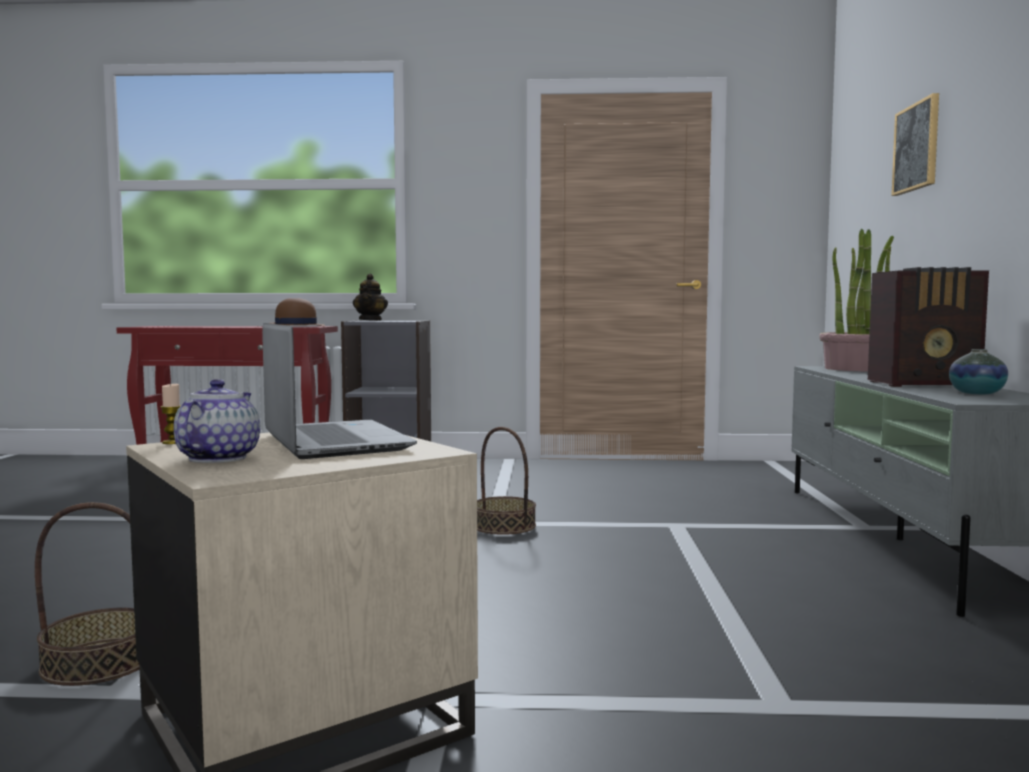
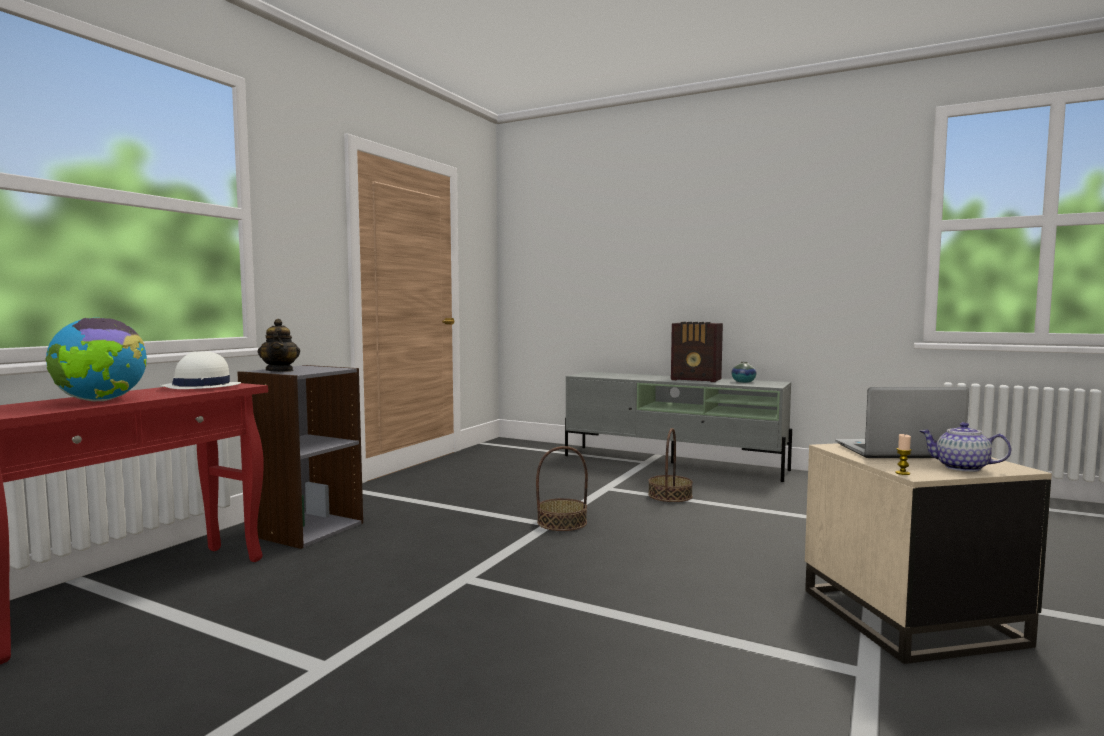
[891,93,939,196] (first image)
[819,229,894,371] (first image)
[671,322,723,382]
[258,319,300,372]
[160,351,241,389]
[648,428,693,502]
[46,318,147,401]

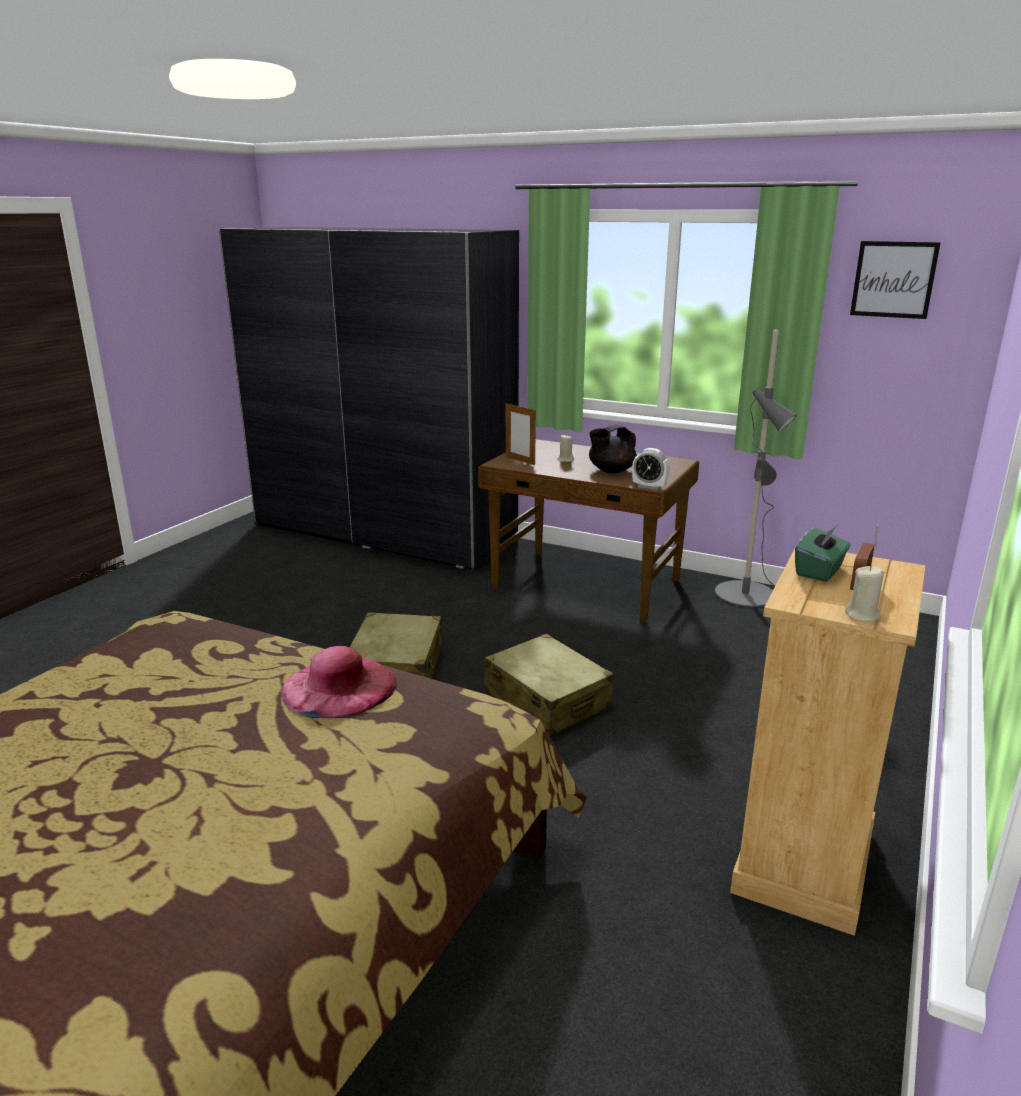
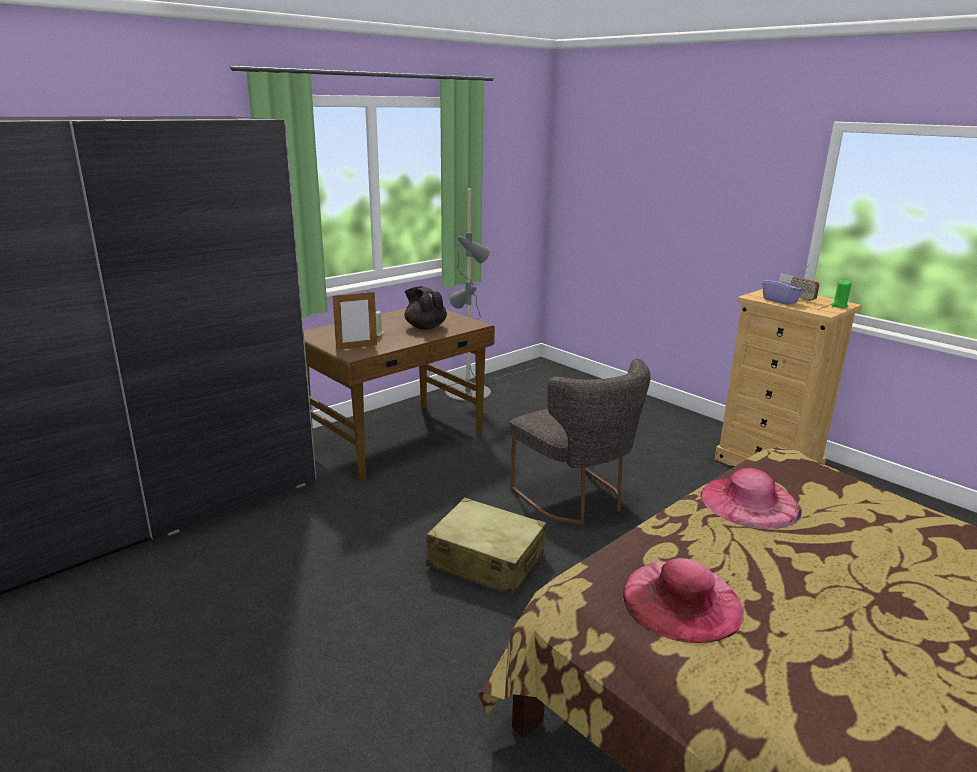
[850,241,941,319] (first image)
[405,286,447,330]
[632,448,670,490] (first image)
[762,273,804,305]
[831,280,851,308]
[510,359,651,525]
[623,558,744,643]

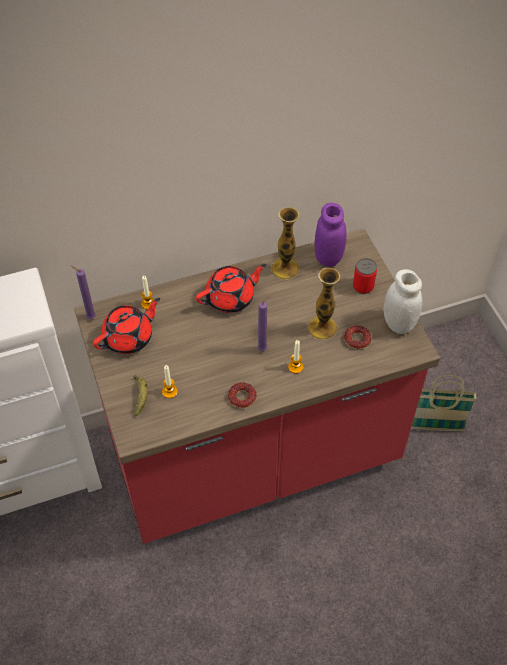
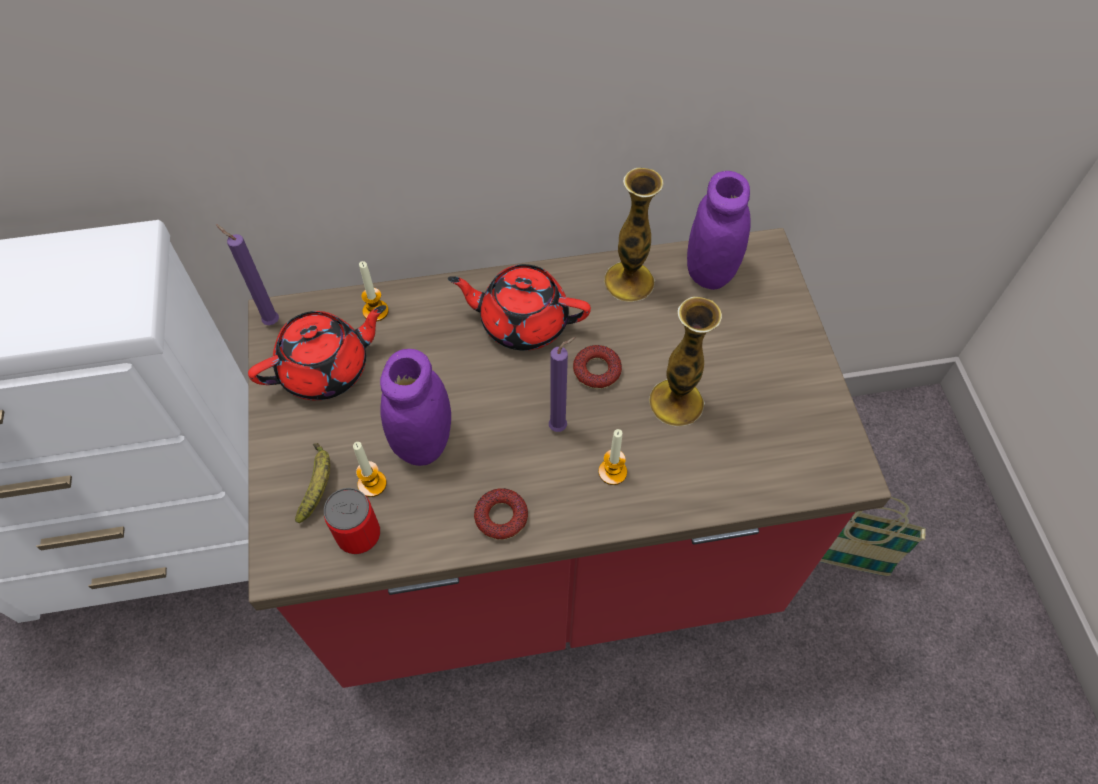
[324,488,380,554]
[448,264,591,351]
[384,269,423,334] (first image)
[573,345,622,389]
[380,349,451,466]

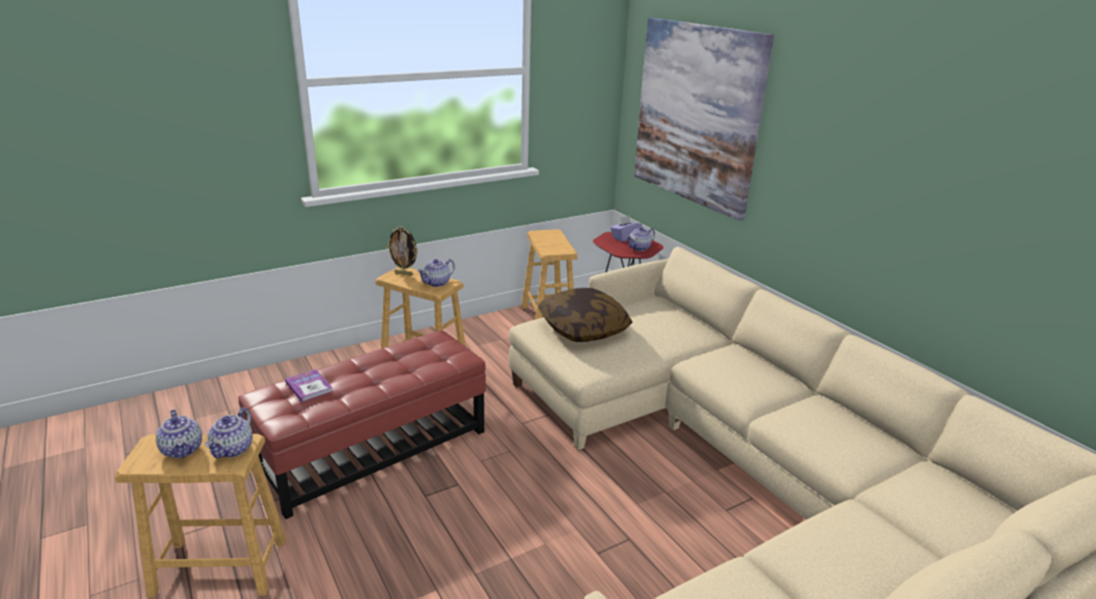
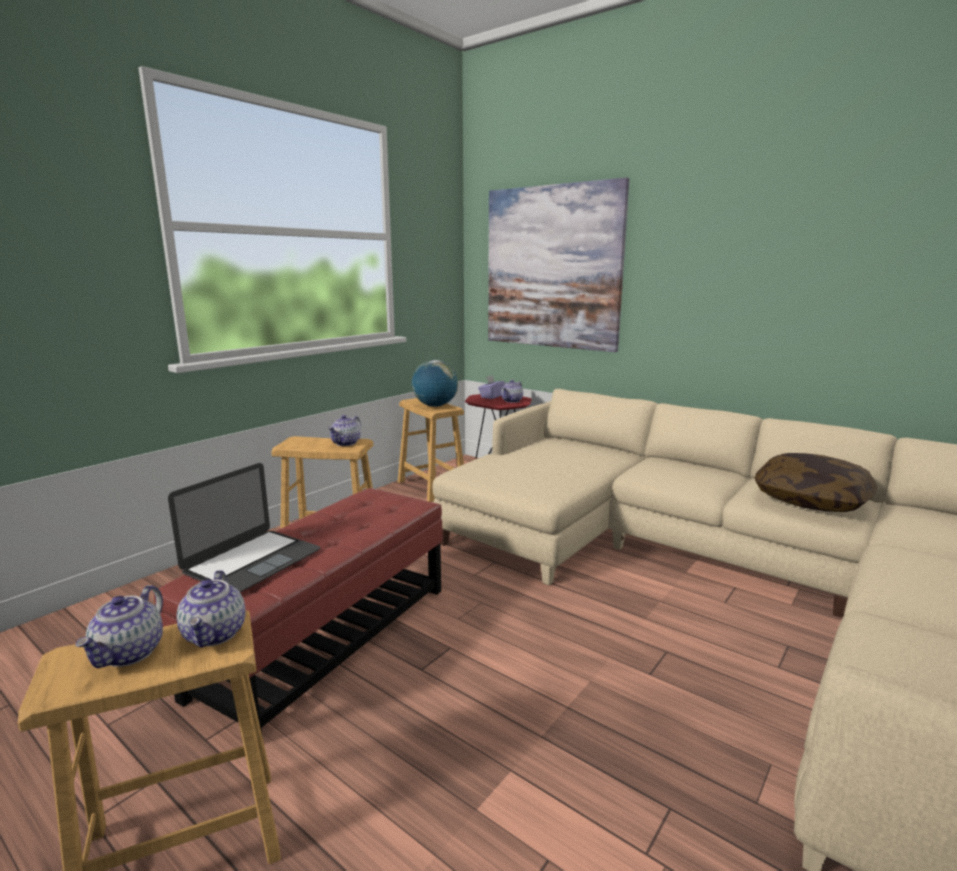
[386,226,418,276] (first image)
[755,453,877,512]
[168,463,320,592]
[76,585,163,668]
[412,360,458,407]

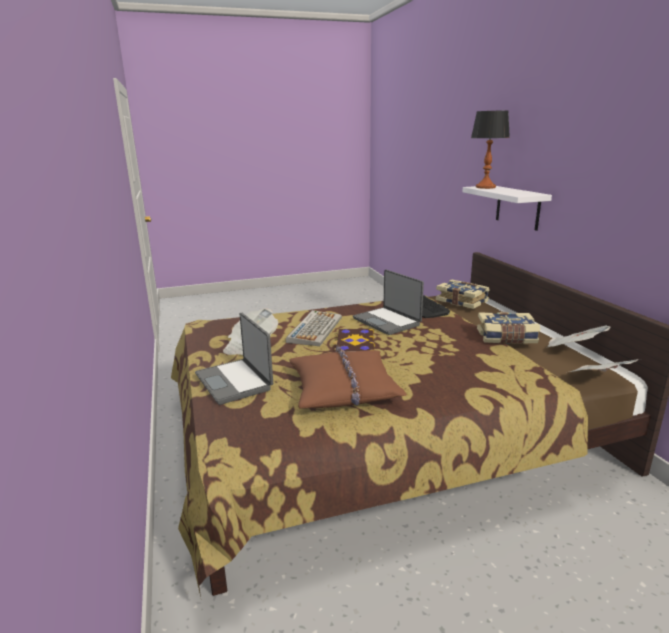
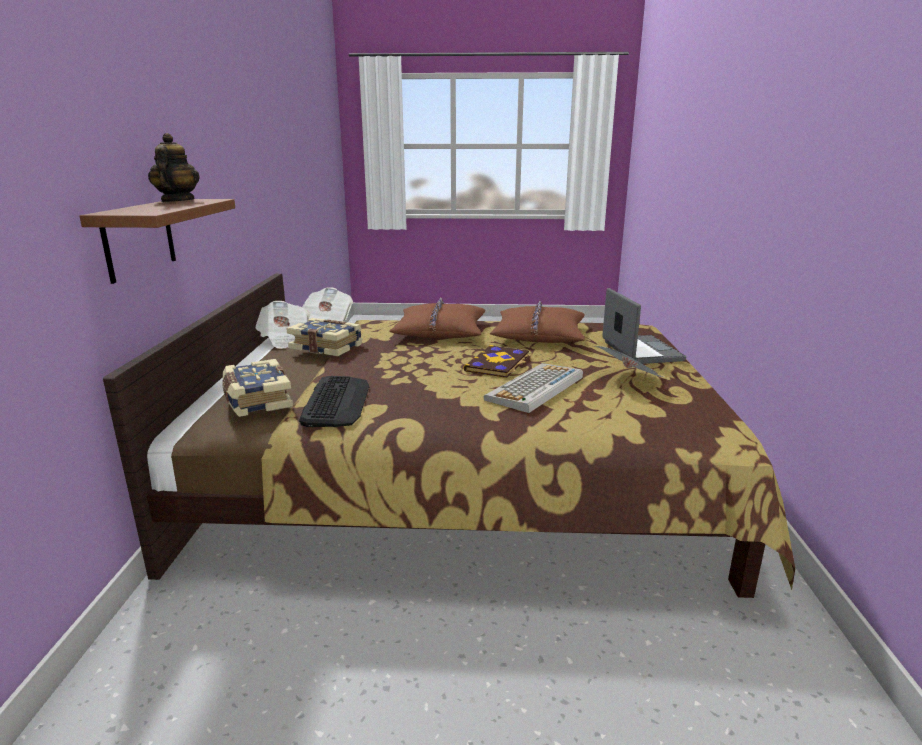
[471,111,510,189] (first image)
[79,199,235,284]
[353,270,424,335] (first image)
[148,133,200,202]
[389,297,485,338]

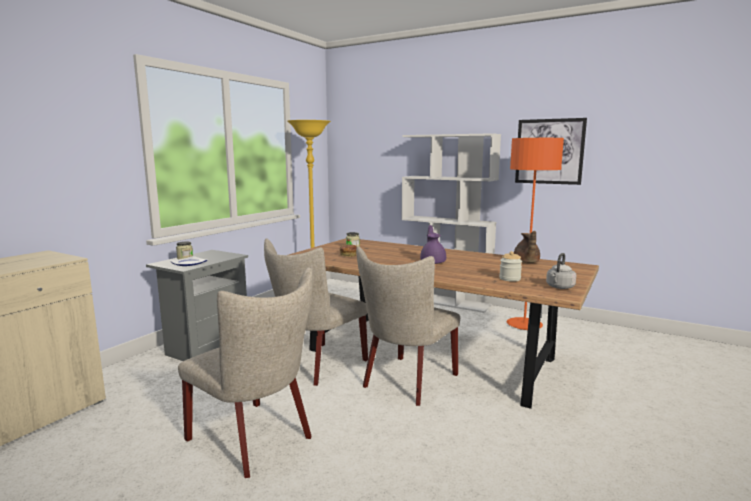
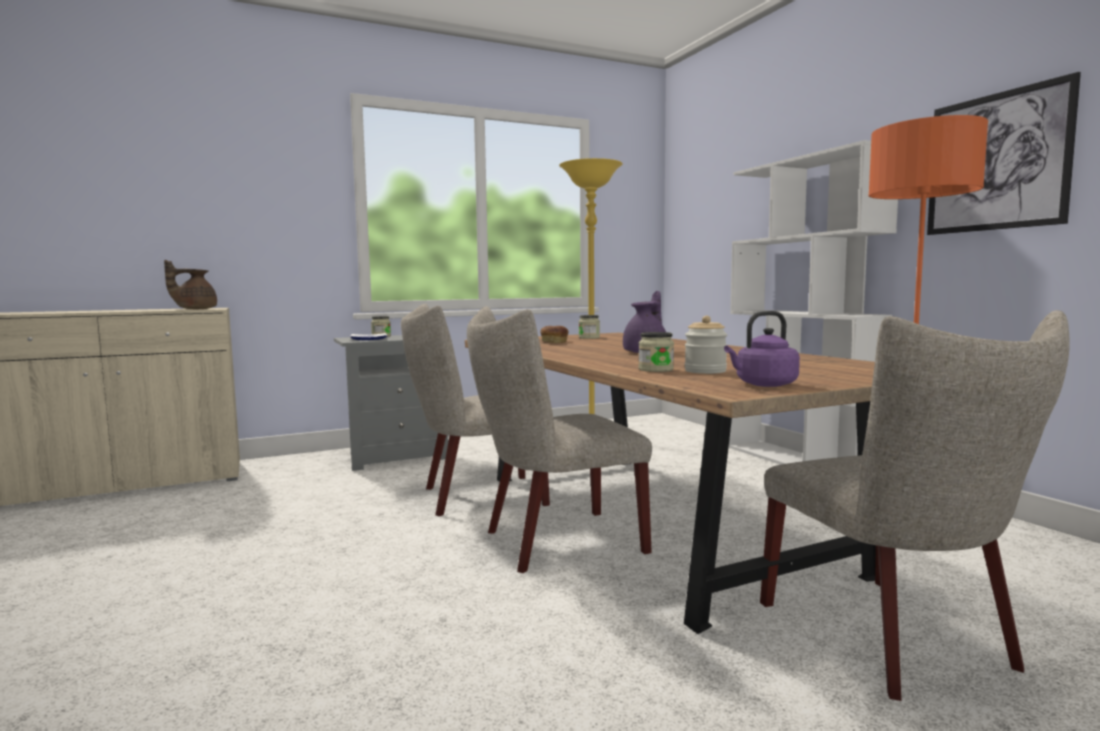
[164,260,217,309]
[724,311,800,387]
[760,310,1070,701]
[639,332,674,372]

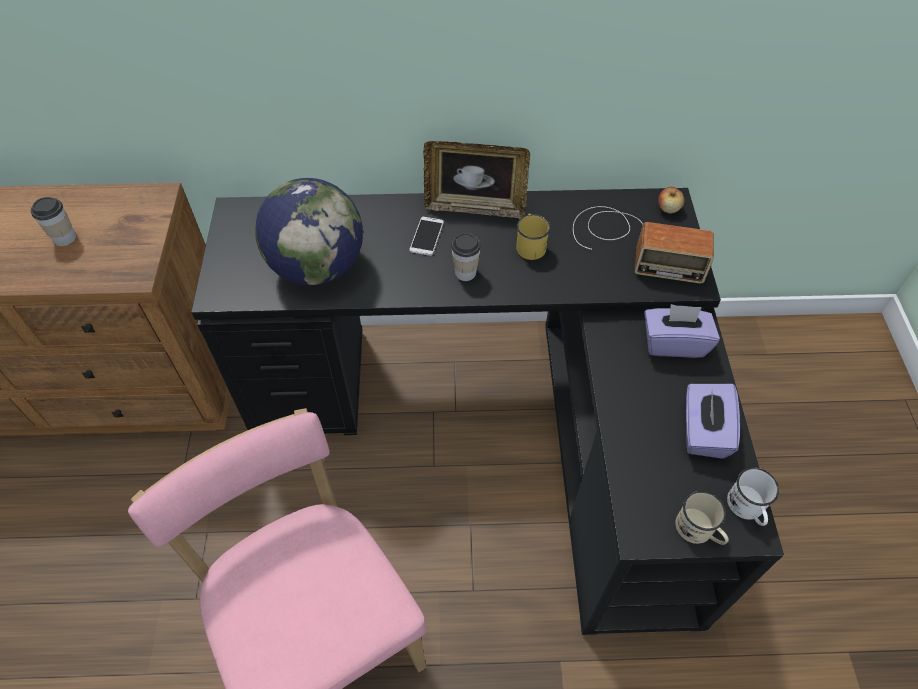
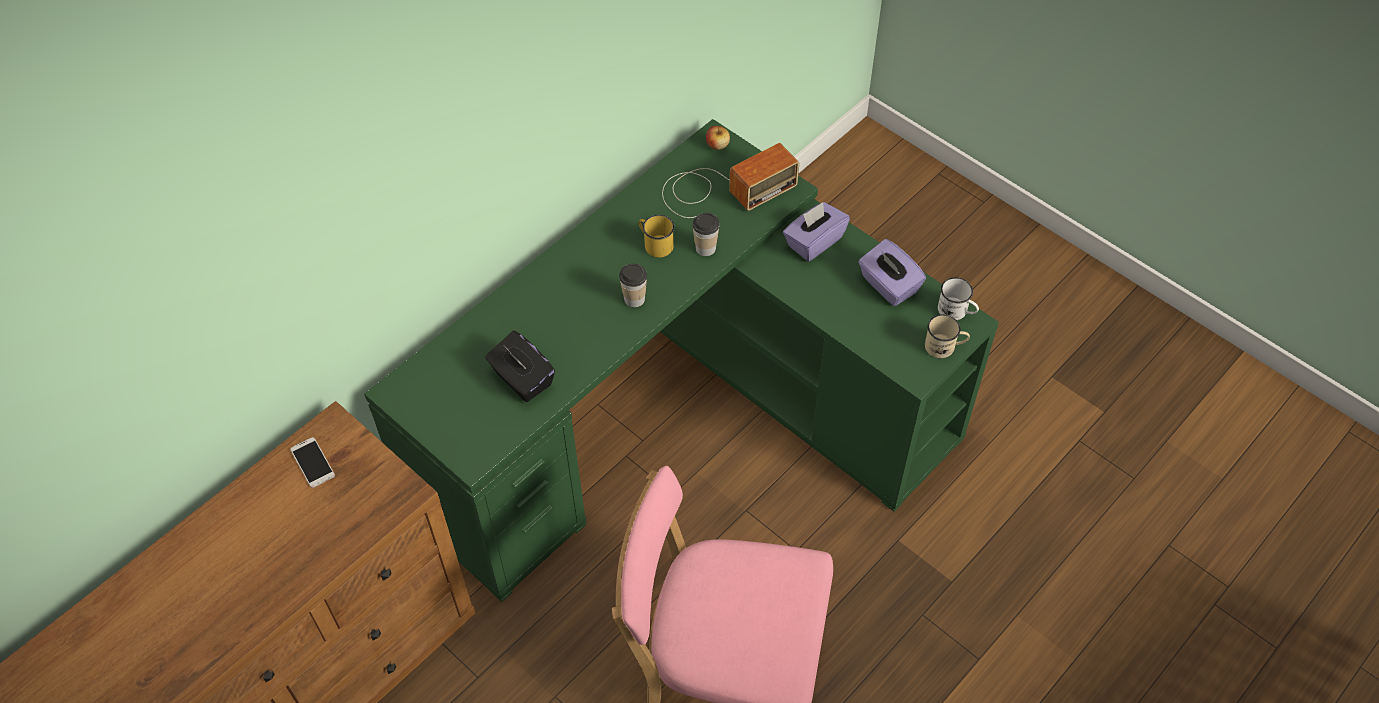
[423,141,530,219] (first image)
[485,331,555,402]
[364,119,999,602]
[692,213,720,256]
[290,437,335,488]

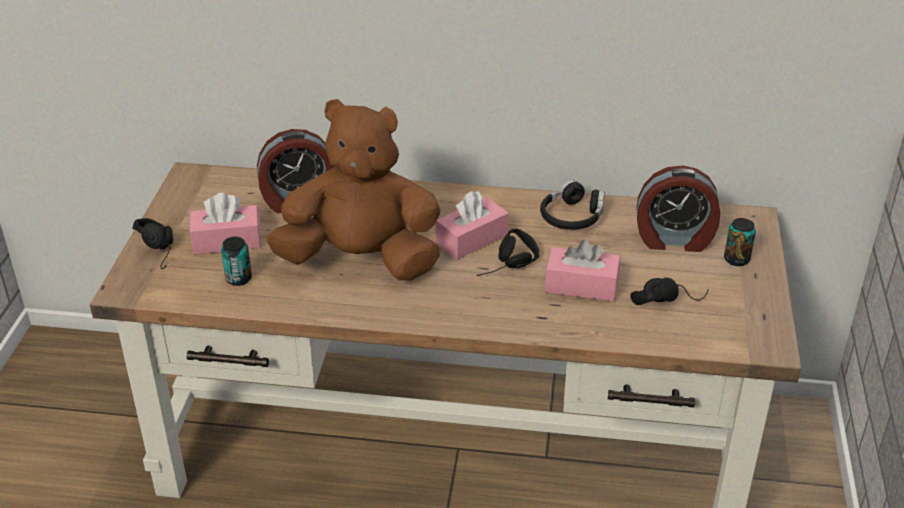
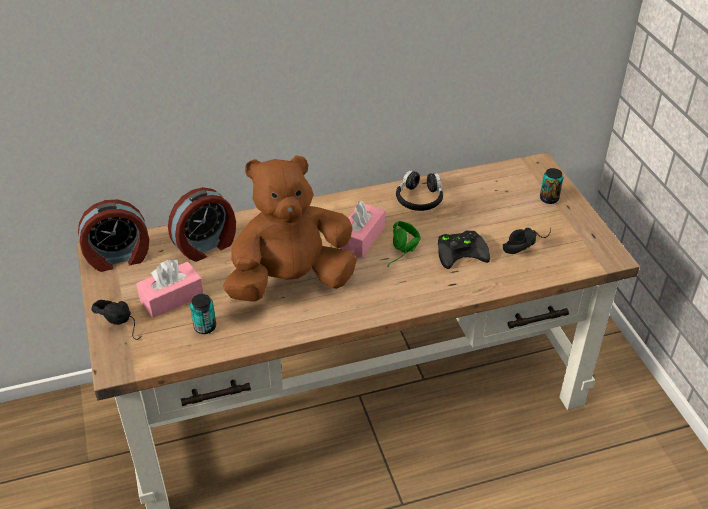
[78,200,149,272]
[387,221,421,267]
[438,231,490,269]

